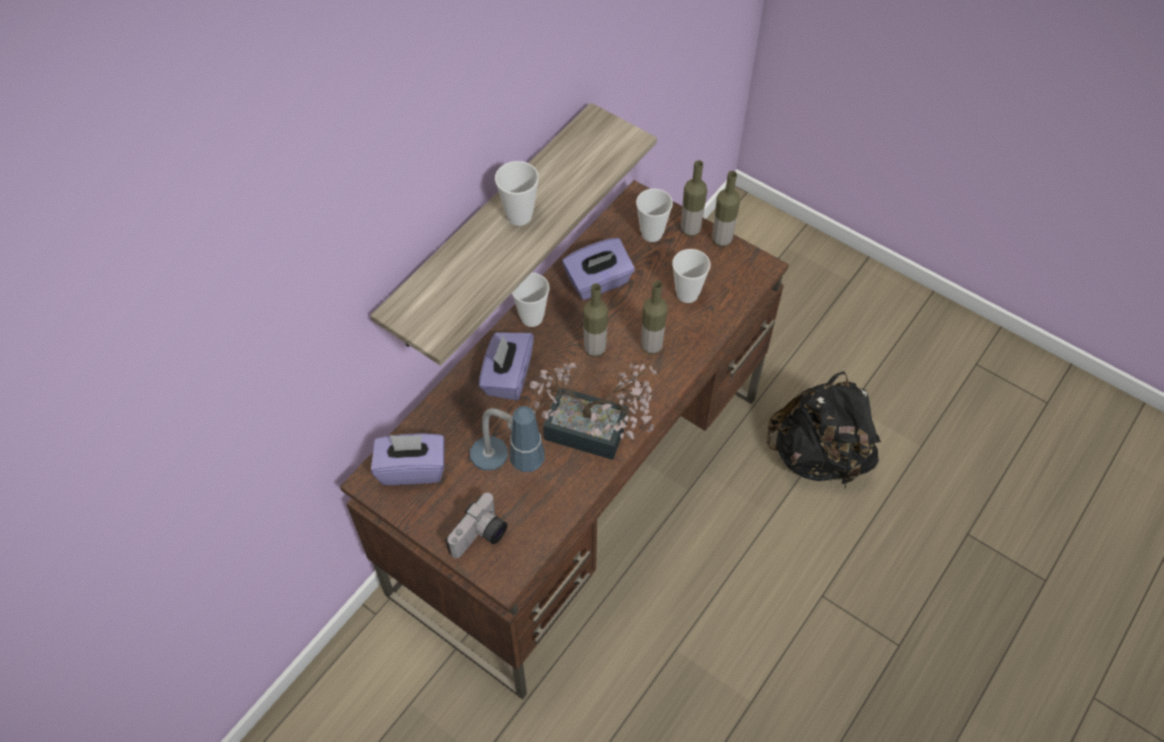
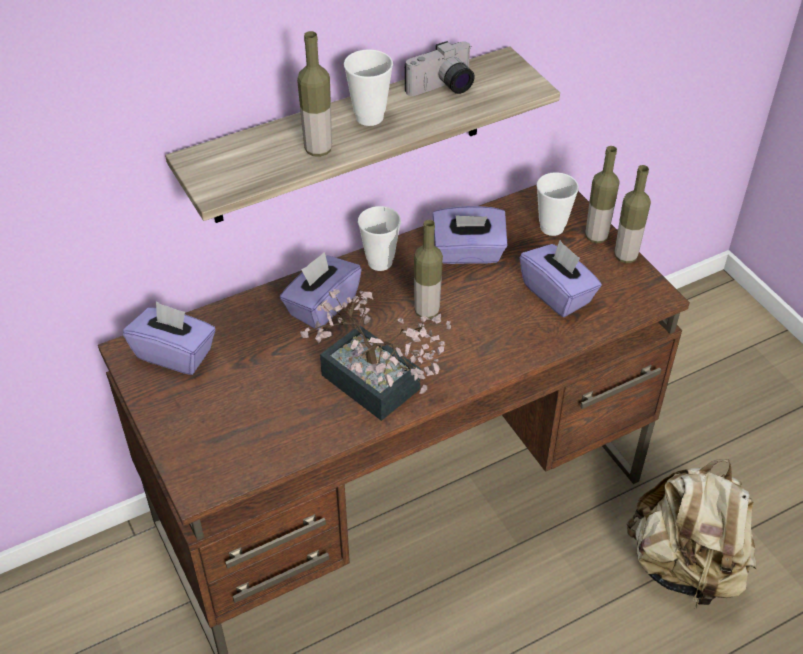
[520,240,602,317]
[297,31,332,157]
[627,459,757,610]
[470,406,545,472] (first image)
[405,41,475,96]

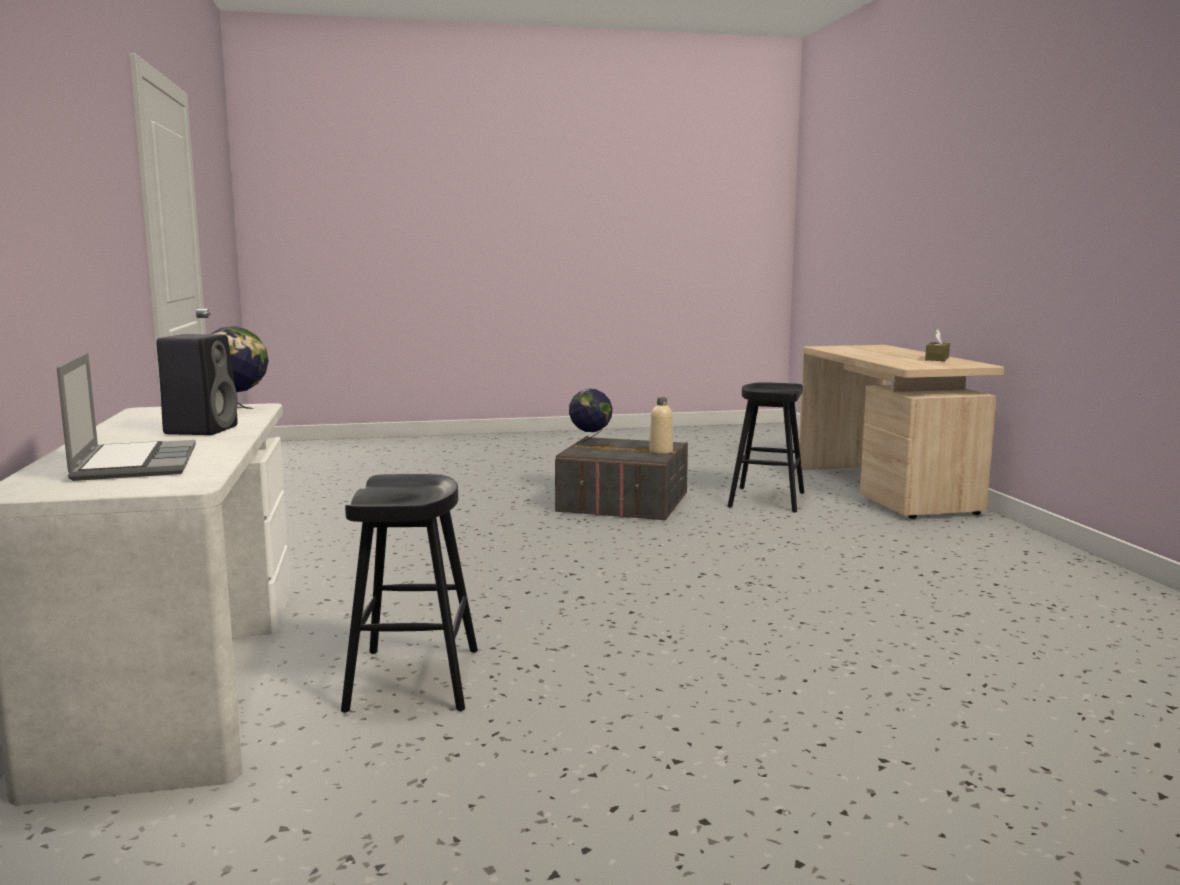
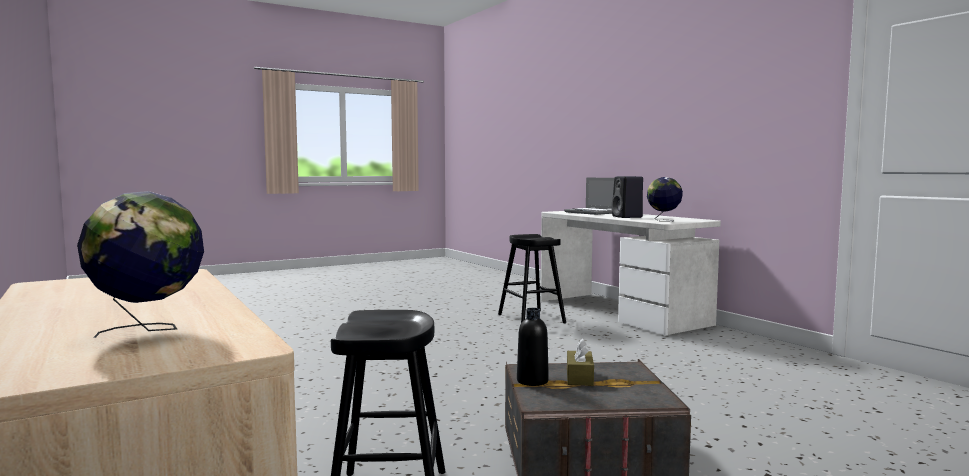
[567,338,594,386]
[77,191,204,338]
[517,308,549,386]

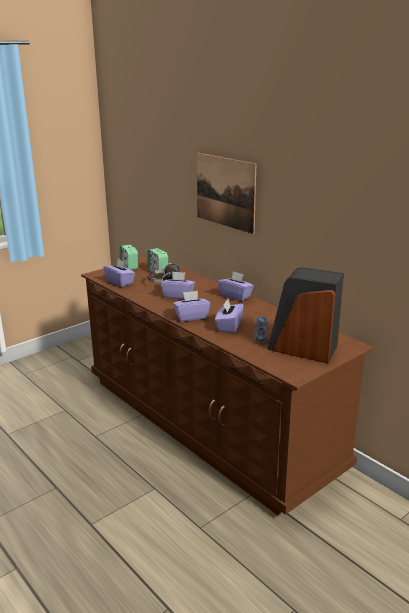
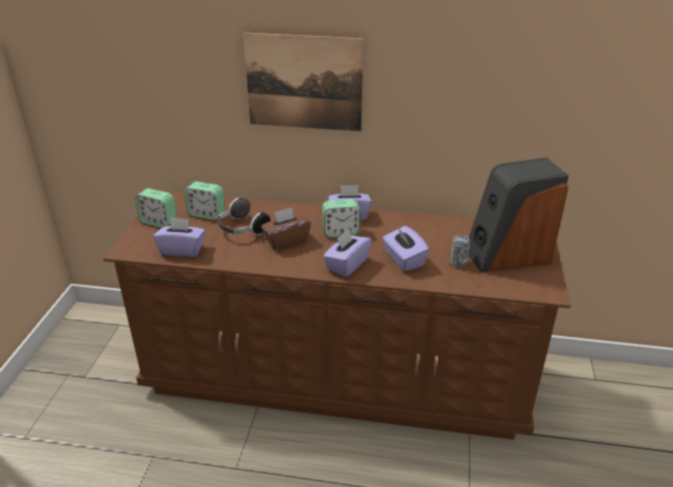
[261,208,311,250]
[322,199,361,237]

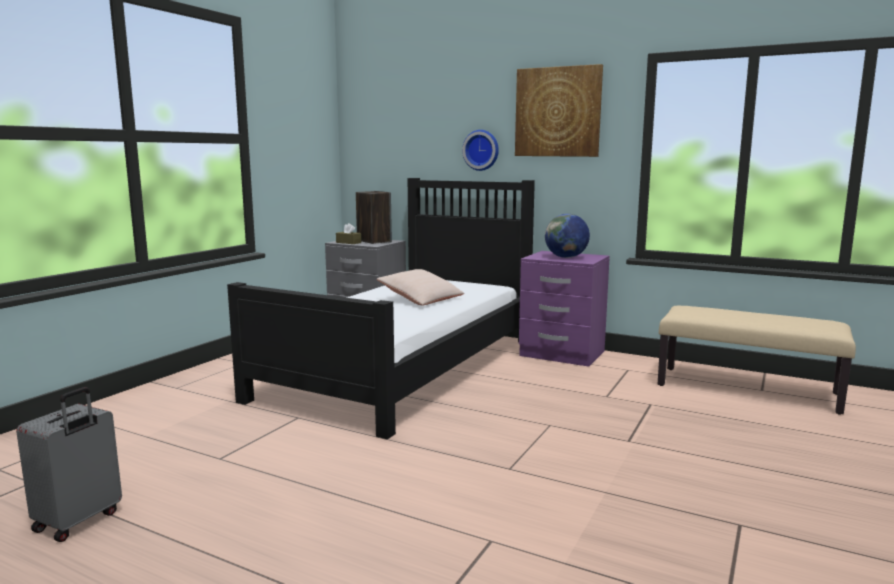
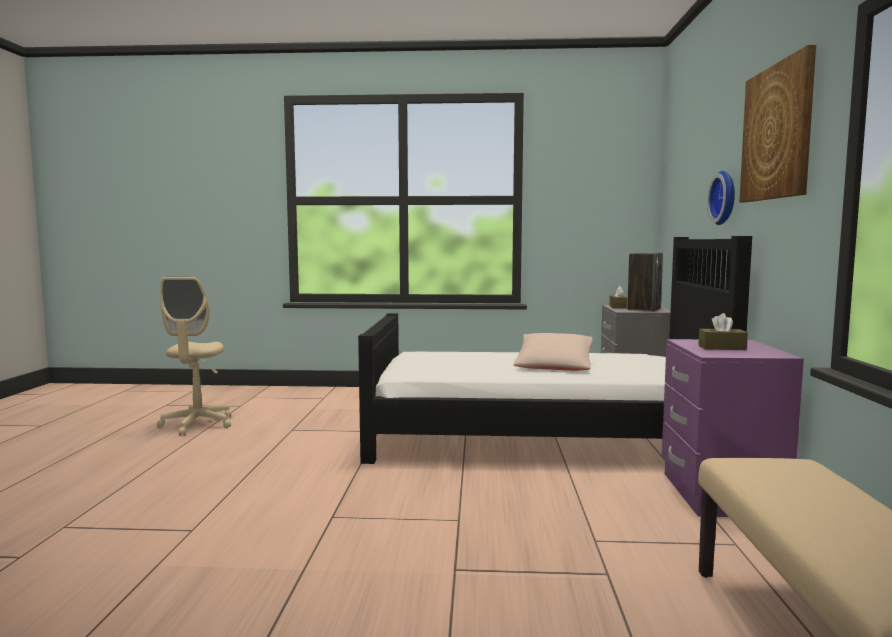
[698,313,748,350]
[157,277,231,436]

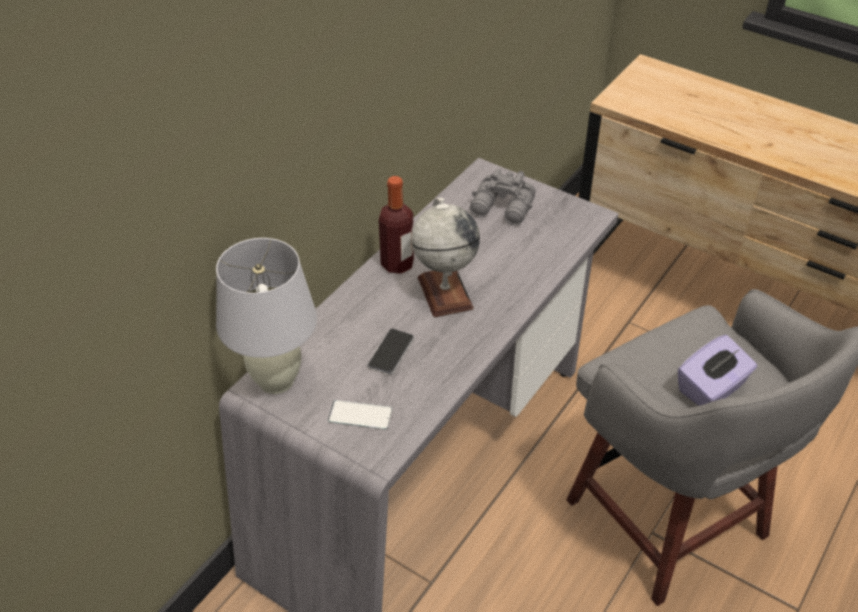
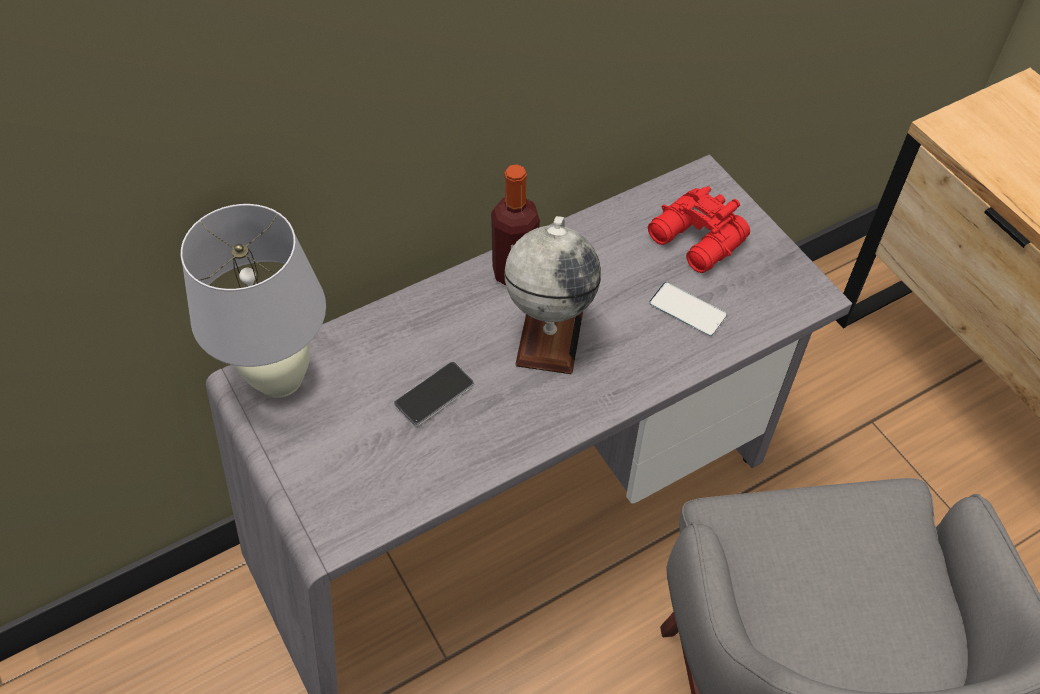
[648,186,750,273]
[678,335,757,406] (first image)
[649,282,727,336]

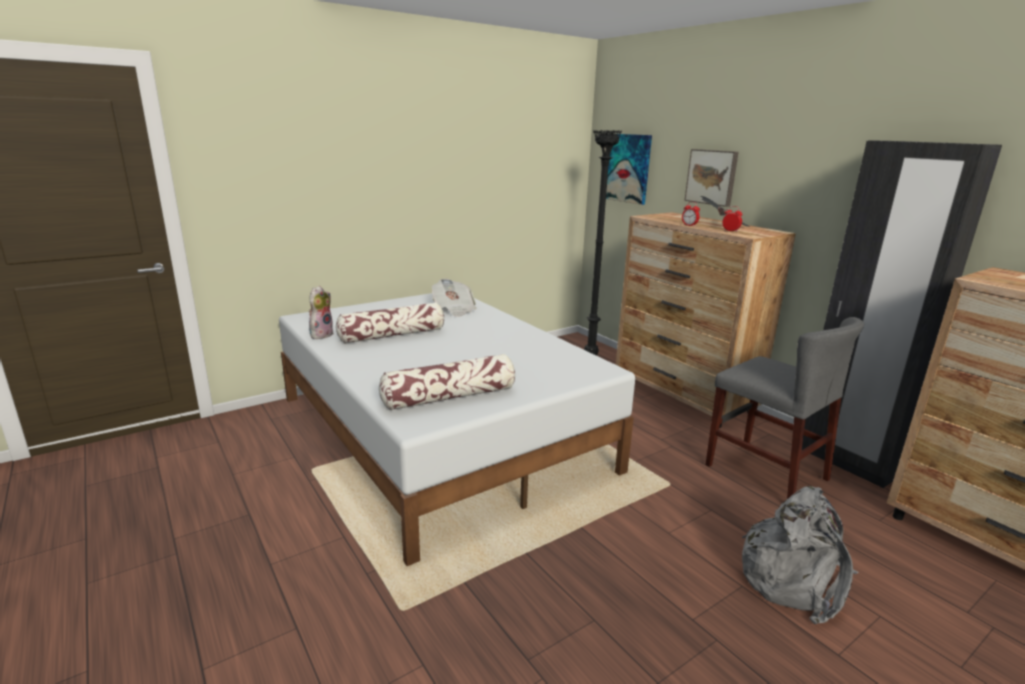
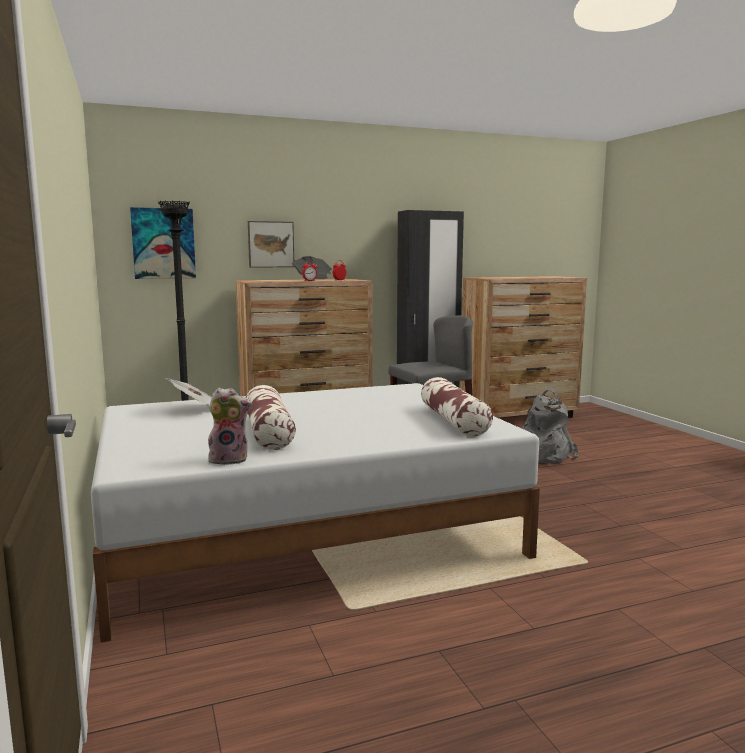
[207,388,252,465]

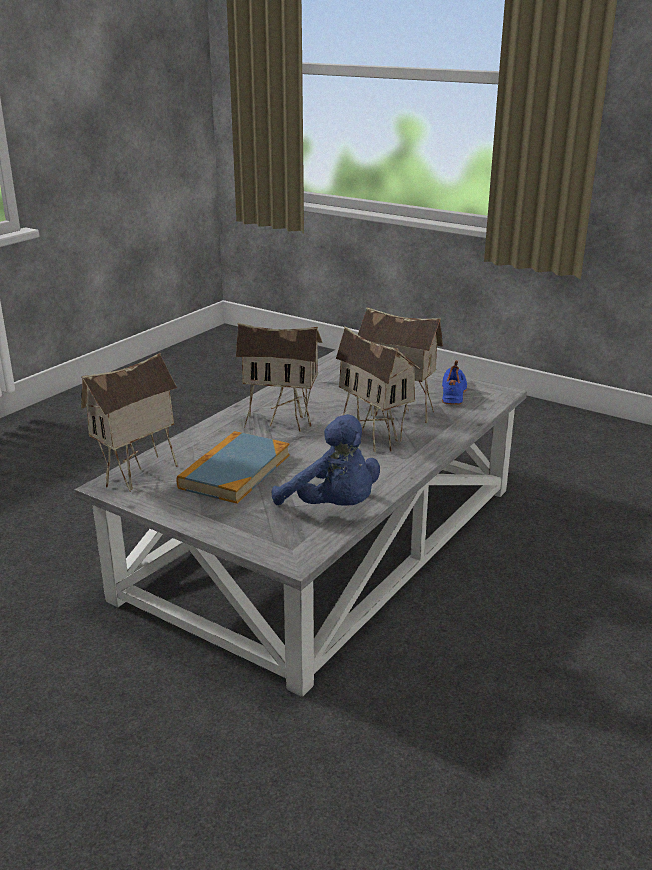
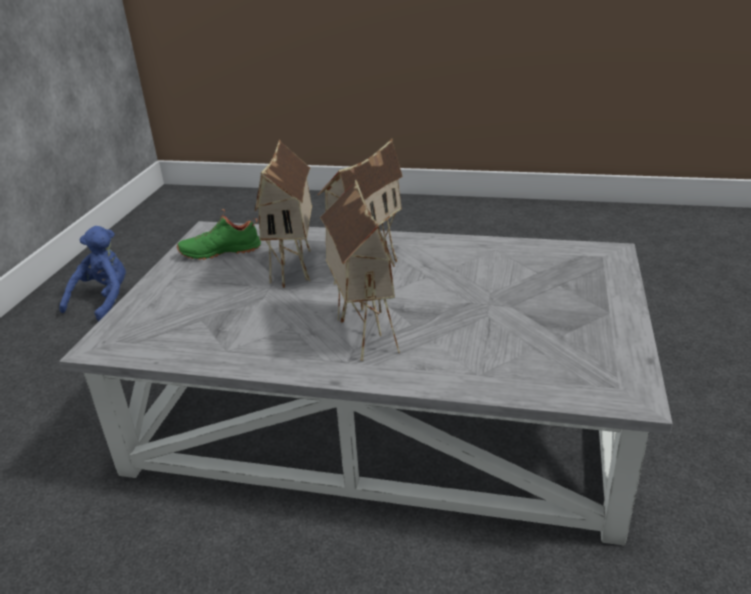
[81,353,178,492] (first image)
[177,209,261,260]
[60,226,126,321]
[176,431,290,503] (first image)

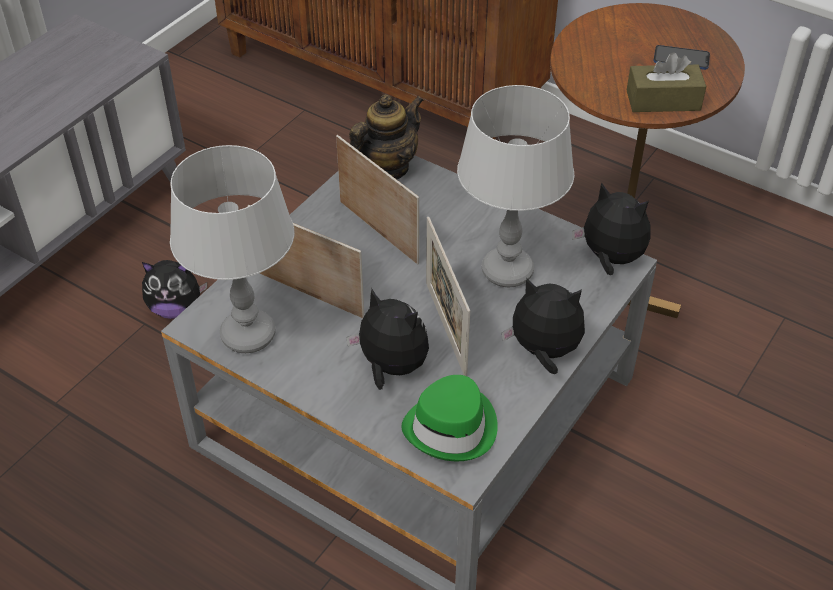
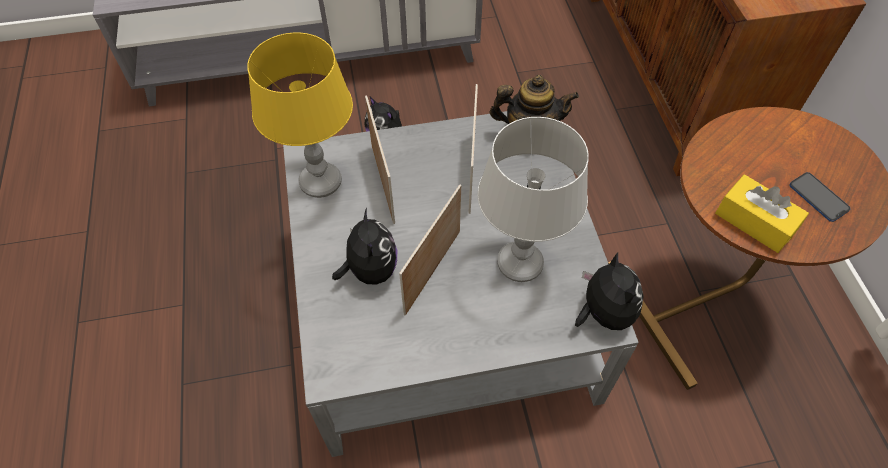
[715,174,809,253]
[247,33,353,198]
[502,278,585,374] (first image)
[402,375,498,462] (first image)

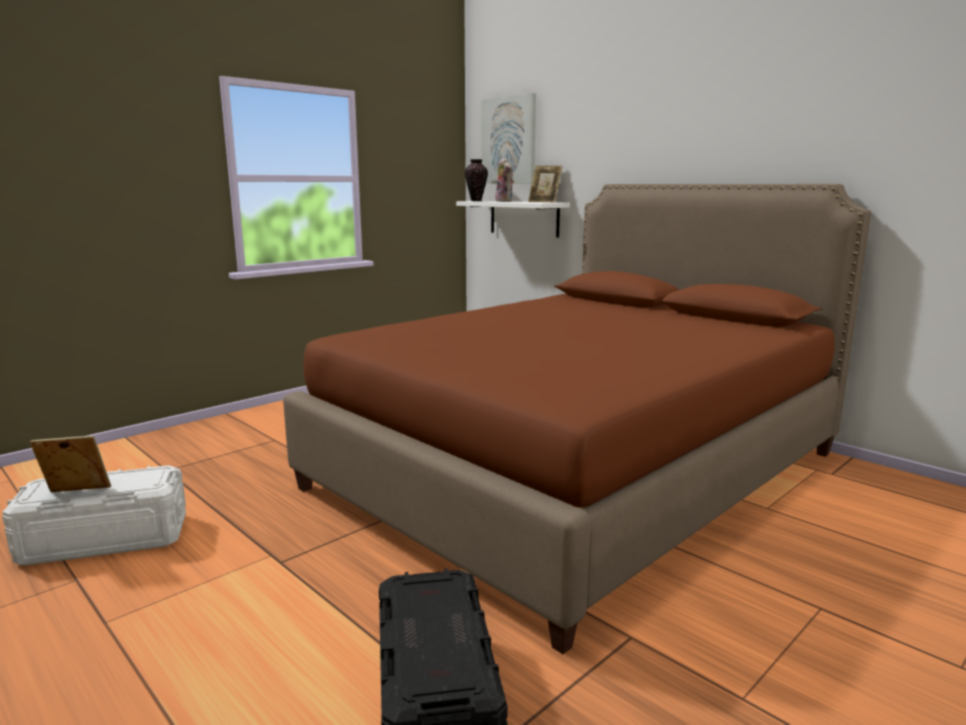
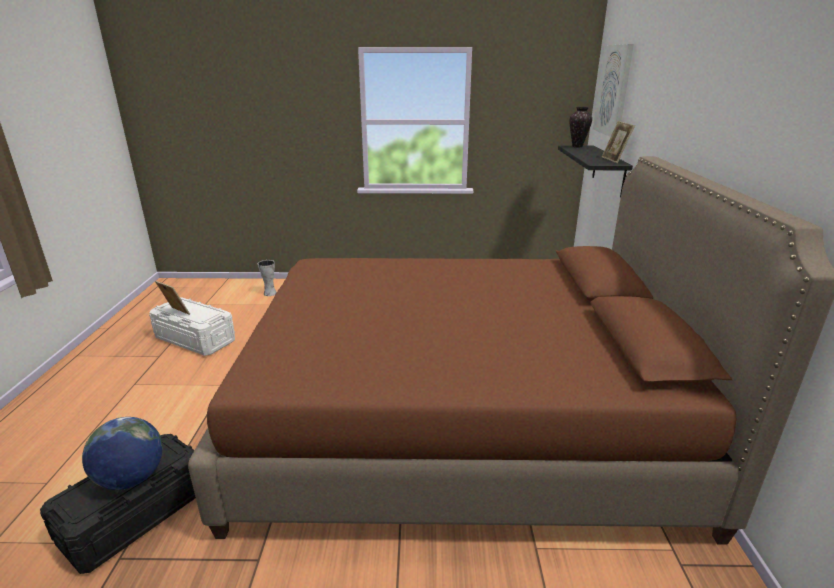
[495,158,514,202] (first image)
[558,145,633,197]
[258,260,277,296]
[82,417,163,490]

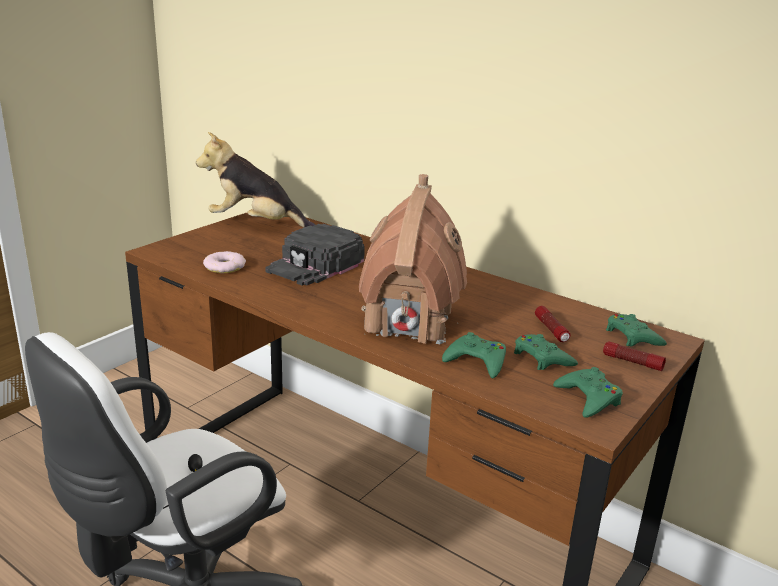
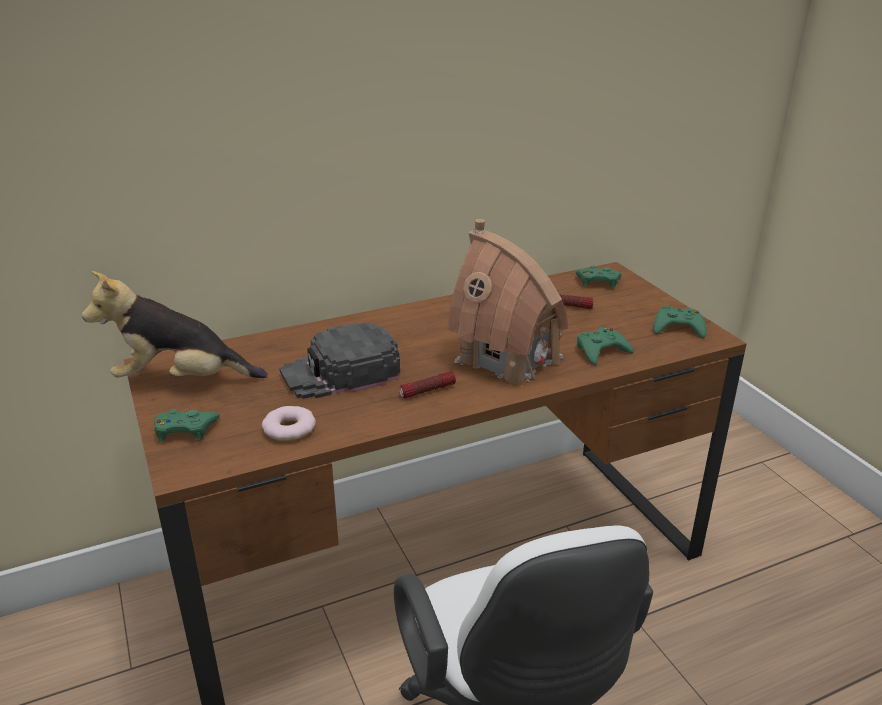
[82,271,267,378]
[279,322,400,399]
[154,409,220,442]
[399,371,456,399]

